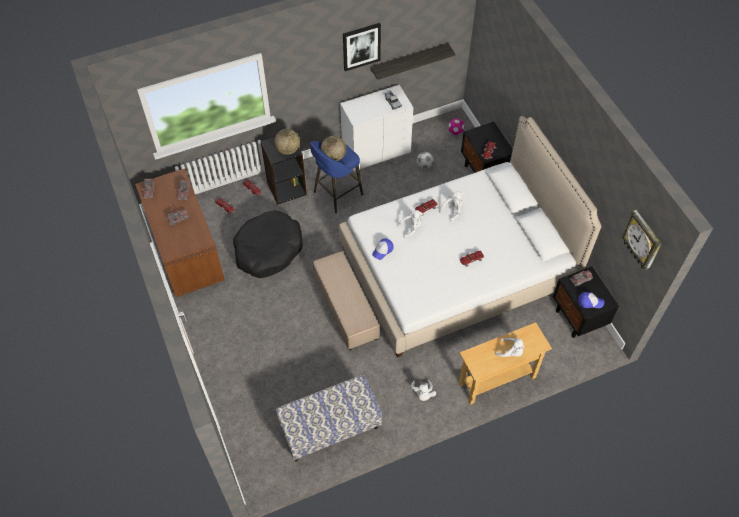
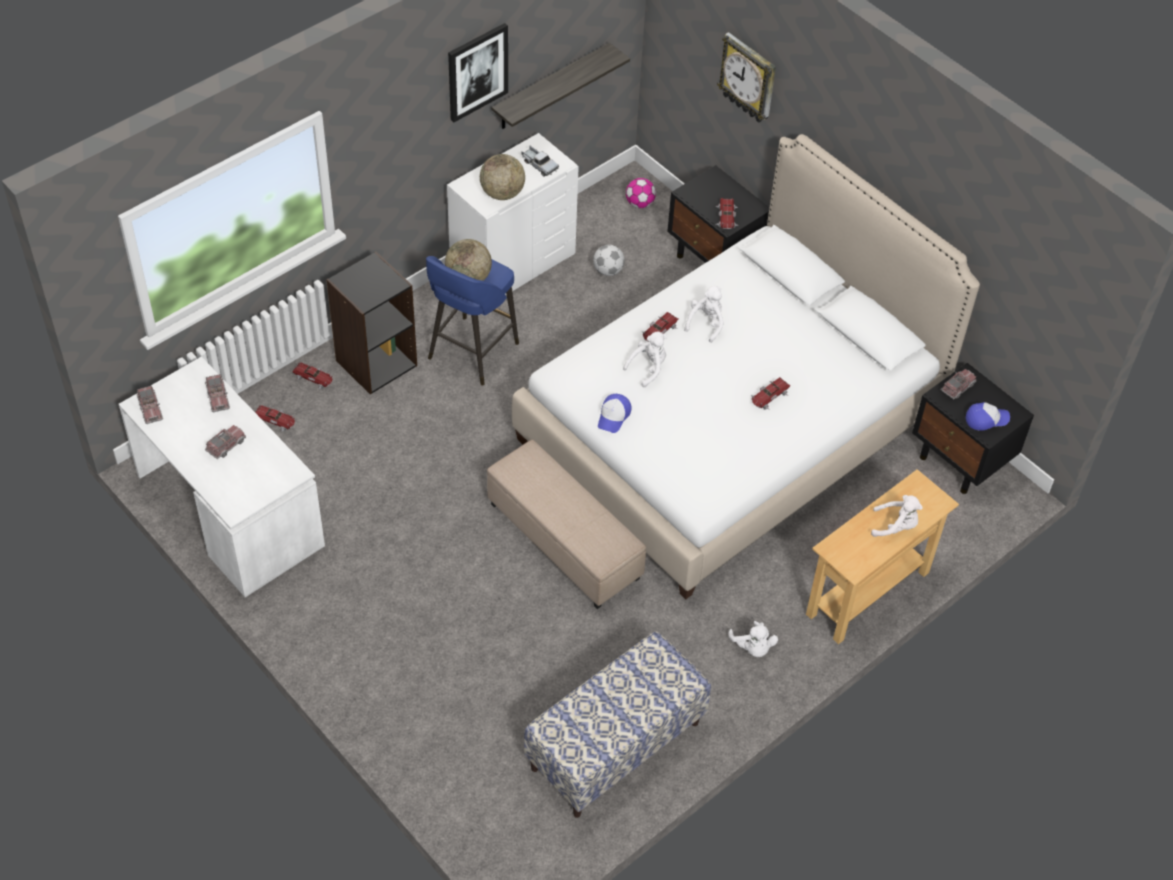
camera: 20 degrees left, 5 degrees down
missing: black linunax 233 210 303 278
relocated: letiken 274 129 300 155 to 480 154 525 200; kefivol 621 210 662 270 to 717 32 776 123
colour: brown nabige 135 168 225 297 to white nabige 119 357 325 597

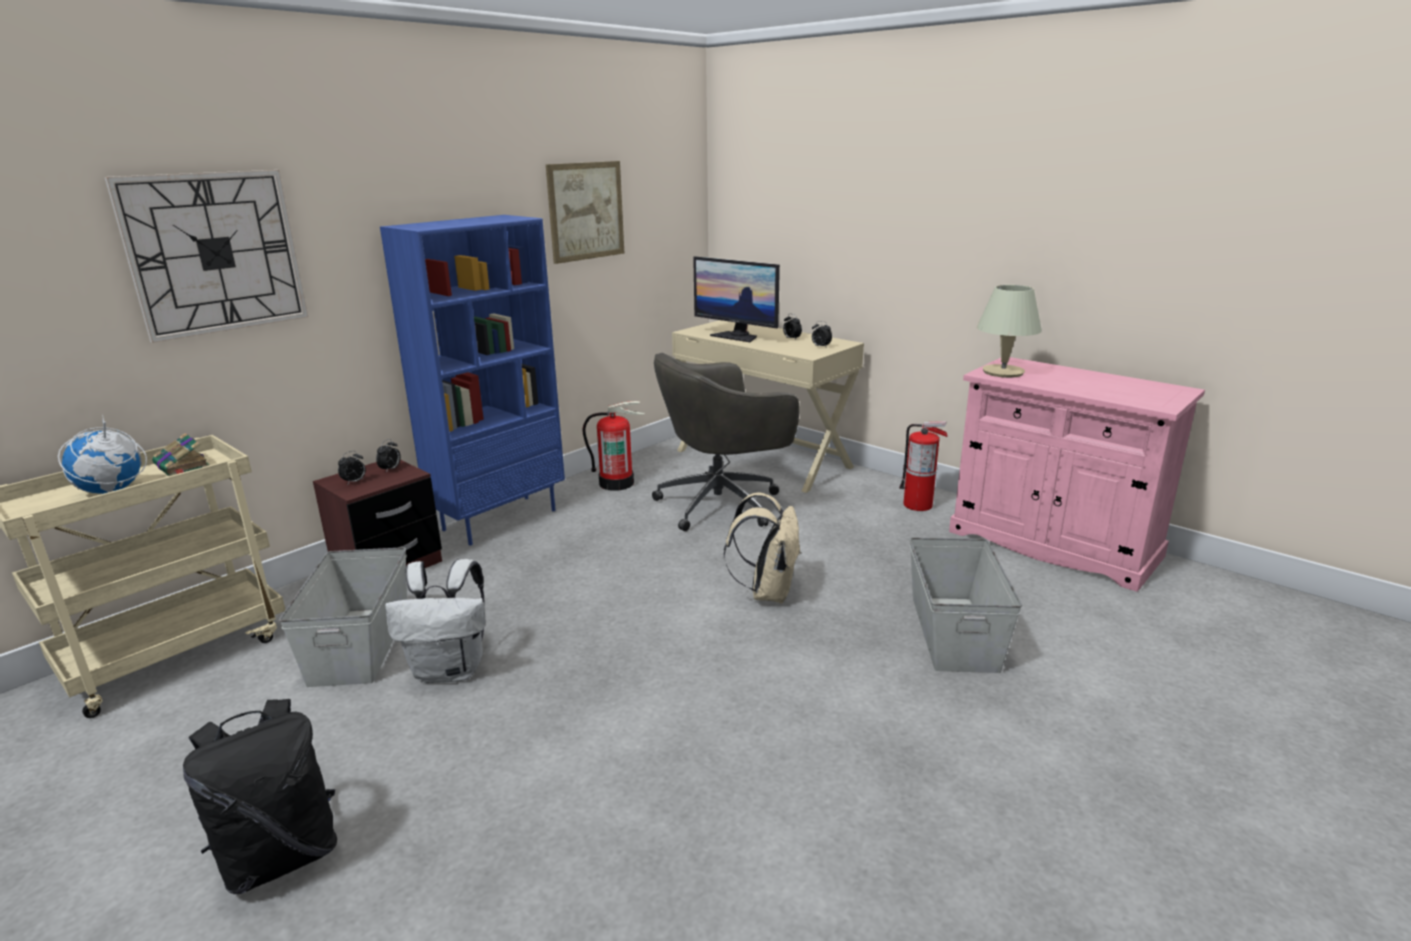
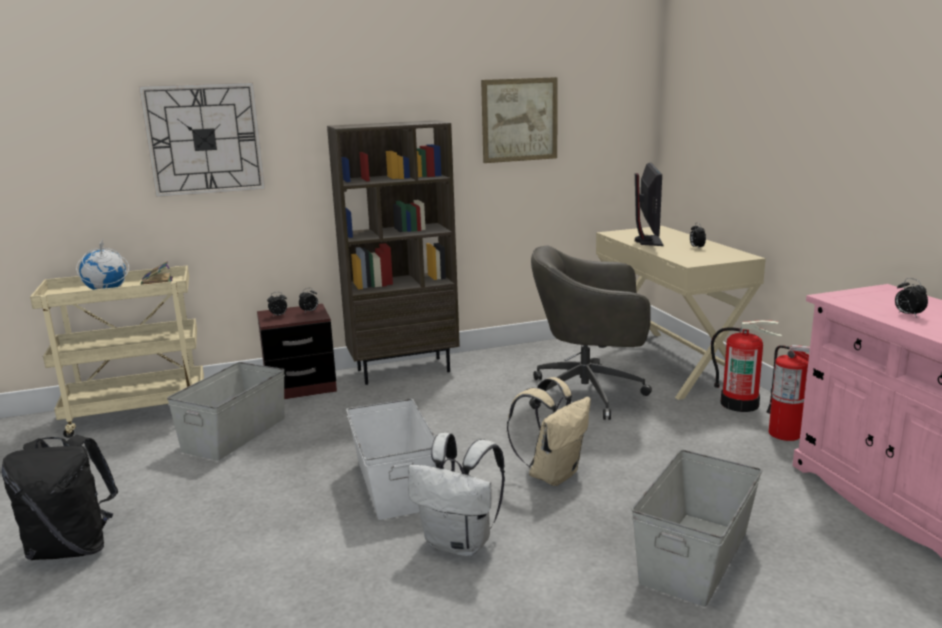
camera: 30 degrees right, 5 degrees down
missing: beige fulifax 977 285 1042 378
appeared: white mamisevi 346 399 436 520
relocated: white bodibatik 385 559 485 683 to 408 433 505 557; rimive 582 401 644 491 to 711 320 782 412; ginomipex 812 321 832 348 to 895 278 928 318
colour: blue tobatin 380 215 565 546 to brown tobatin 327 120 460 385
spun: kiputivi 693 256 780 342 = 635 162 664 246 150 degrees counterclockwise

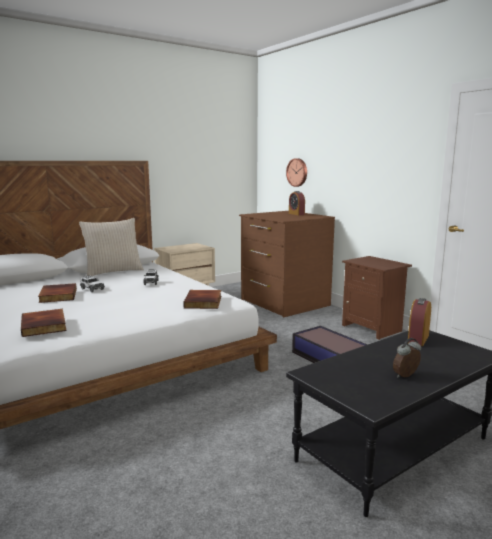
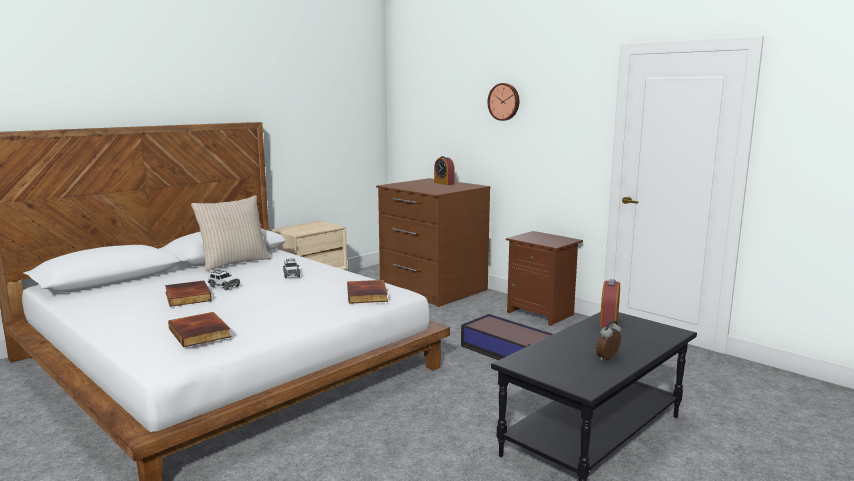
camera: 10 degrees left, 0 degrees up
relocated: kefivol 286 158 307 187 to 487 83 519 121

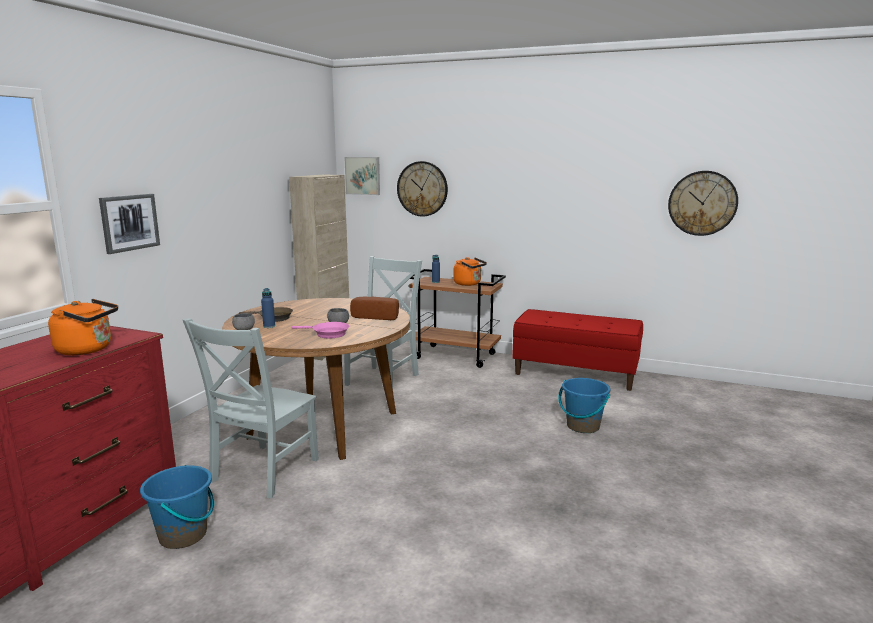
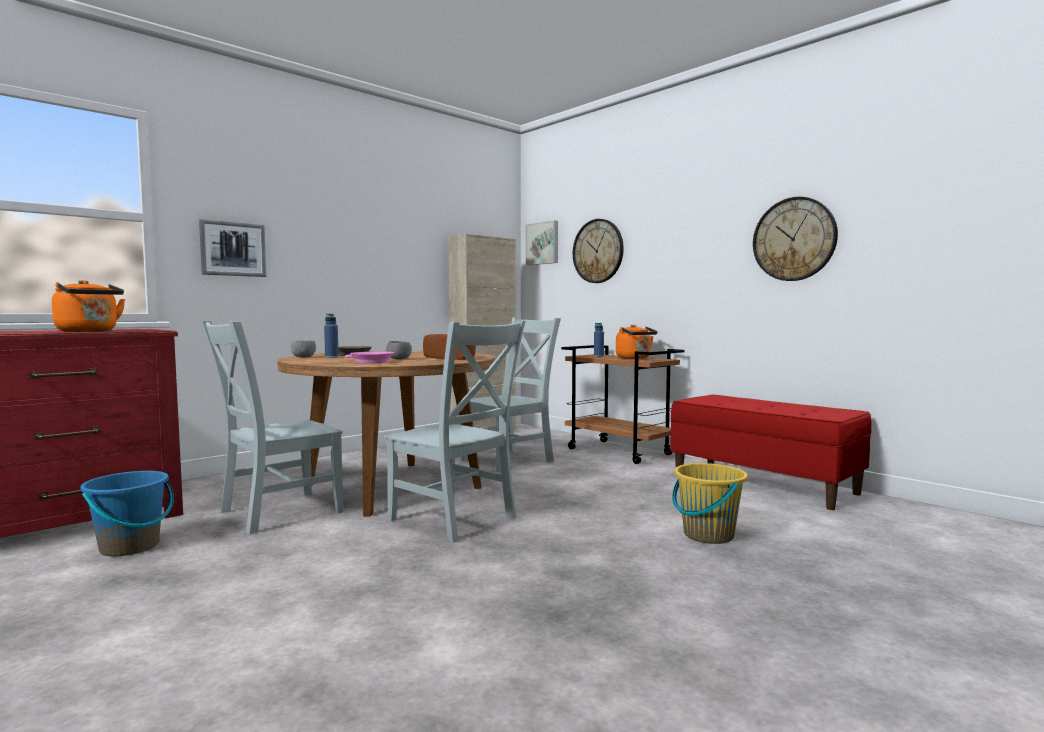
camera: 25 degrees right, 10 degrees down
appeared: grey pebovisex 384 321 525 543
relocated: kefivol 668 171 738 236 to 753 197 838 281
colour: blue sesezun 558 378 610 433 to yellow sesezun 672 463 748 544

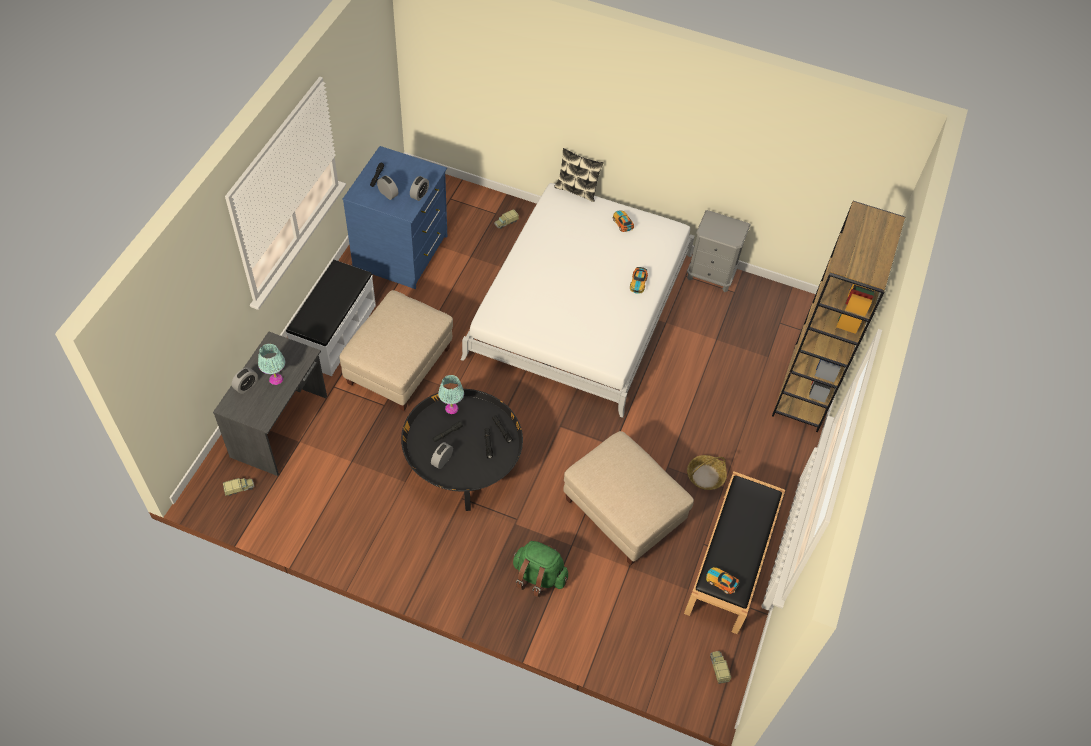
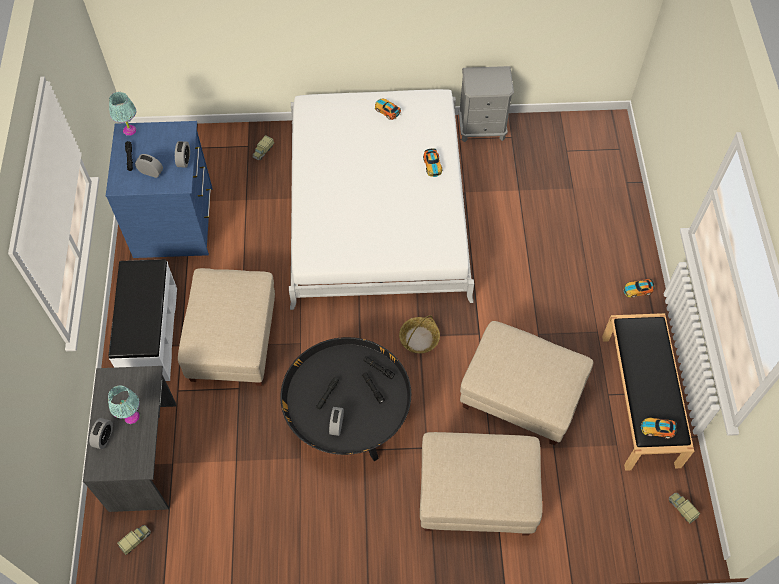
camera: 20 degrees left, 5 degrees up
missing: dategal 554 148 604 202; brown tobatin 772 201 905 432
appeared: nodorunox 624 279 655 298
relocated: turquoise fulifax 438 375 464 414 to 109 92 136 136; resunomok 687 455 727 490 to 399 315 440 353
exchanged: green bodibatik 513 541 568 597 to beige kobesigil 420 432 543 536

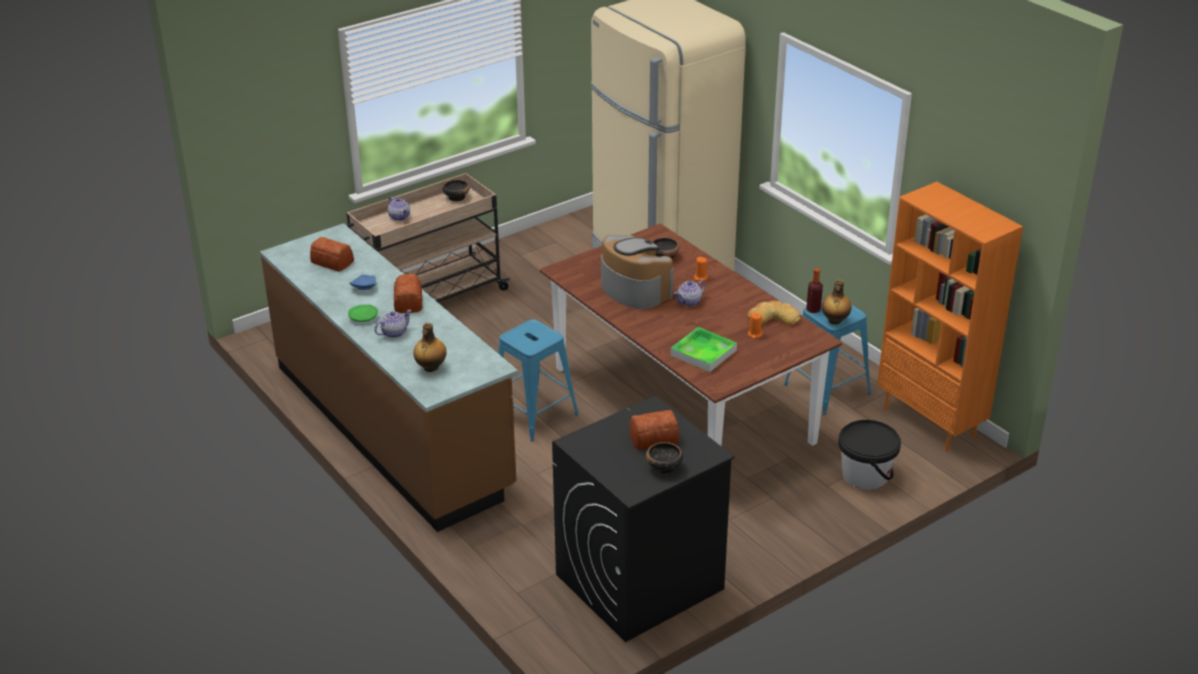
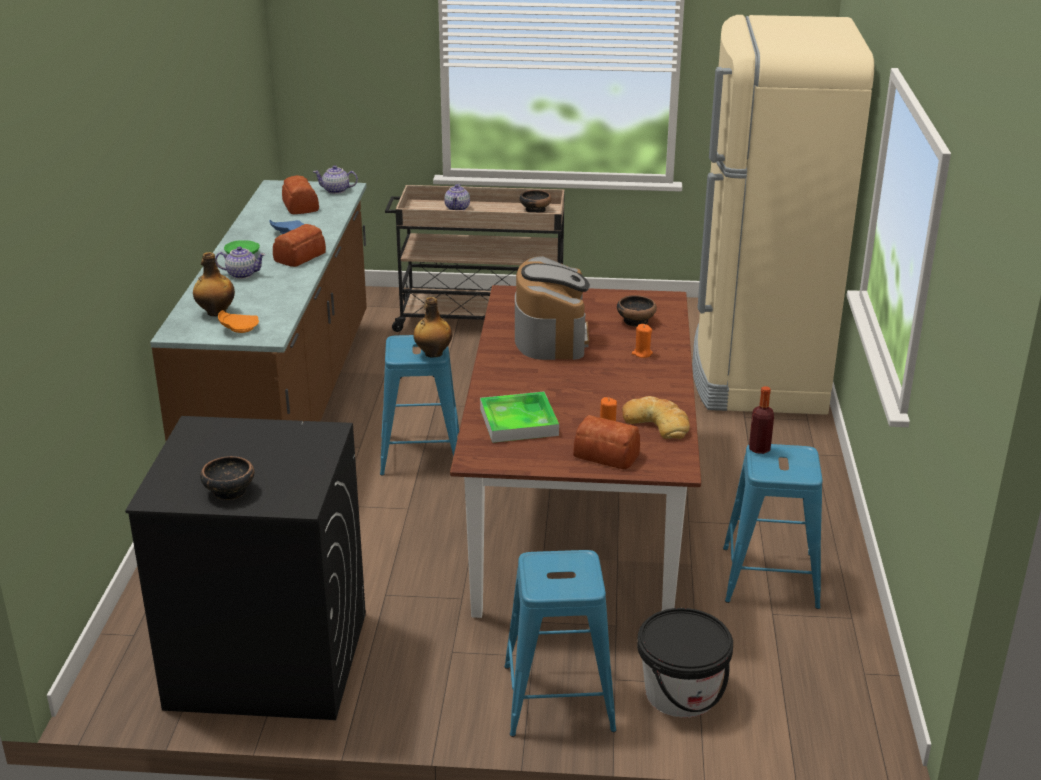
camera: 40 degrees right, 5 degrees down
missing: orange tobatin 877 182 1023 452
appeared: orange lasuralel 218 310 259 333; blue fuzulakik 504 550 616 737
relocated: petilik 629 410 679 450 to 573 415 640 469; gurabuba 674 280 706 307 to 313 165 358 194; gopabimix 822 280 852 325 to 413 297 453 357

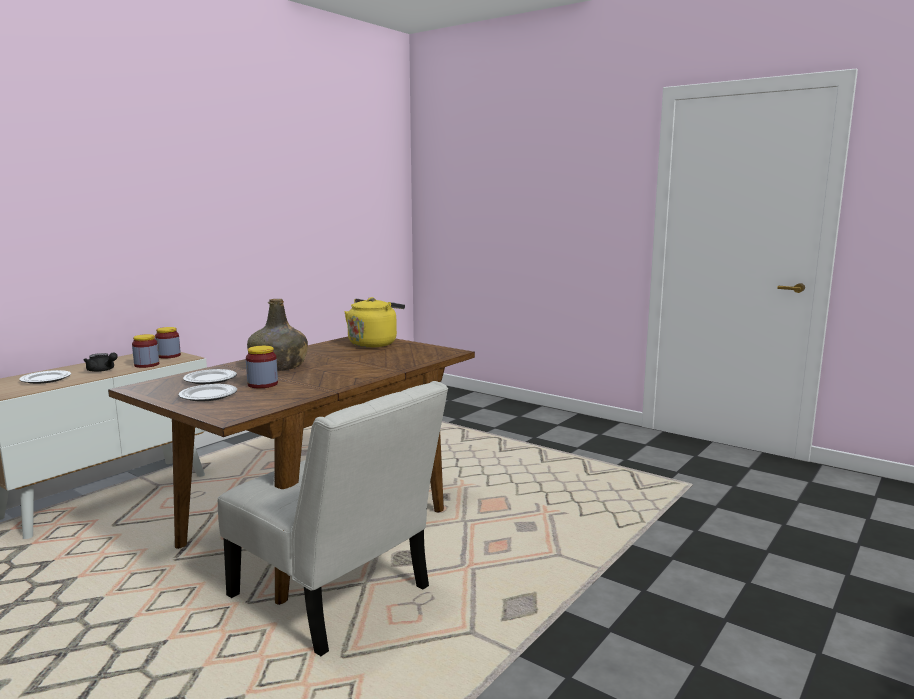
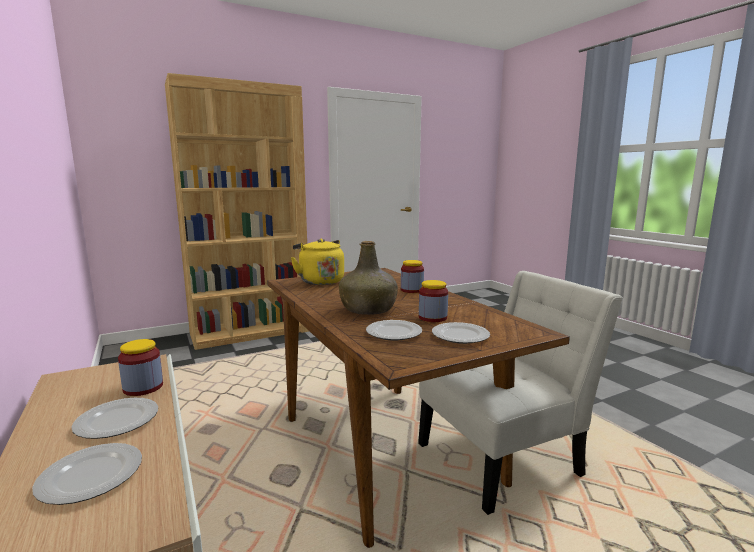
camera: 65 degrees left, 0 degrees up
appeared: brown tobatin 165 73 309 350
relocated: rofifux 155 327 181 358 to 401 260 424 293
exchanged: black gurabuba 84 352 118 372 to lasuralel 71 398 158 439

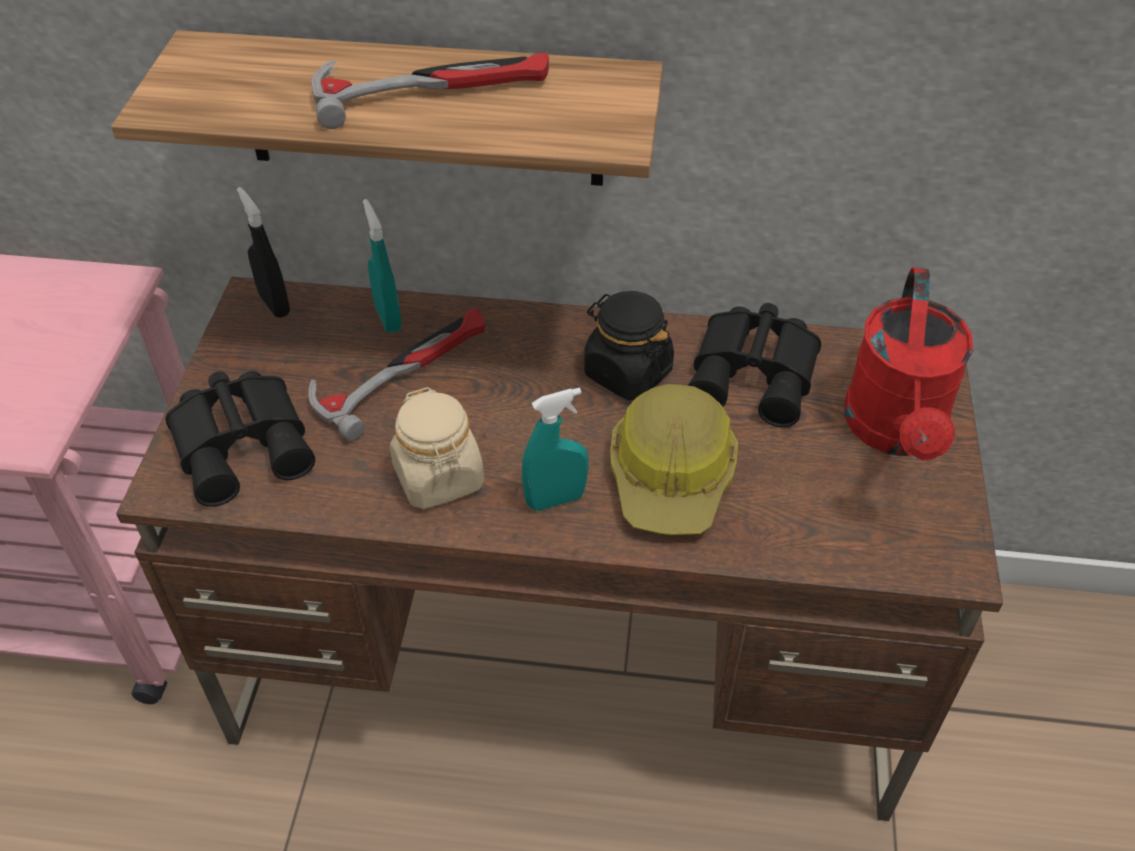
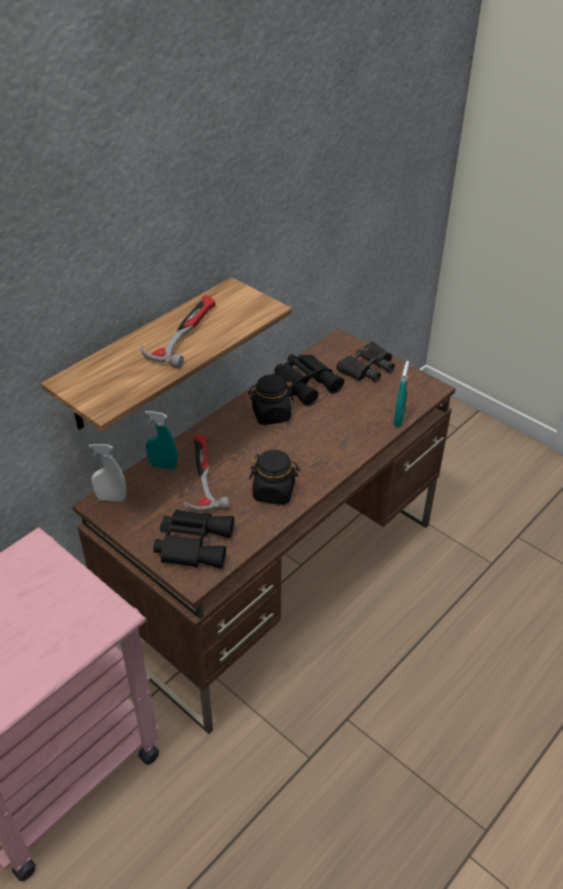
camera: 55 degrees left, 5 degrees down
missing: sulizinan 610 384 738 535
relocated: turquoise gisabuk 522 388 588 511 to 393 361 409 427
exchanged: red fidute 844 267 973 461 to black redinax 336 341 395 382
colour: black gisabuk 237 187 290 318 to white gisabuk 89 444 126 501; beige rofifux 390 387 484 509 to black rofifux 249 450 300 505

